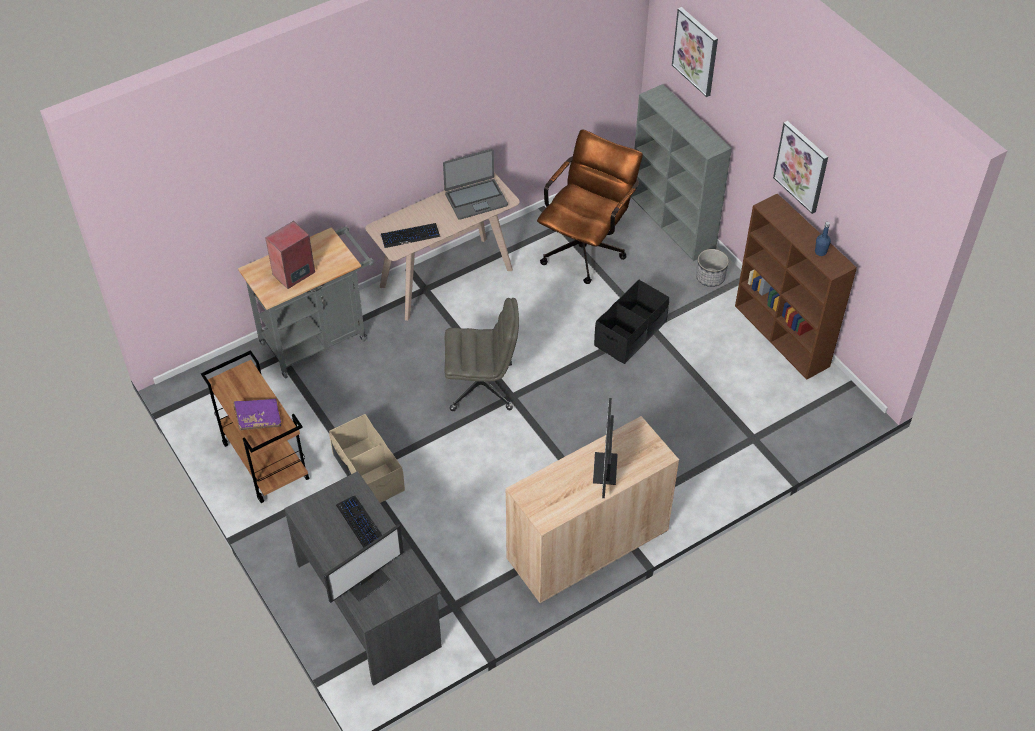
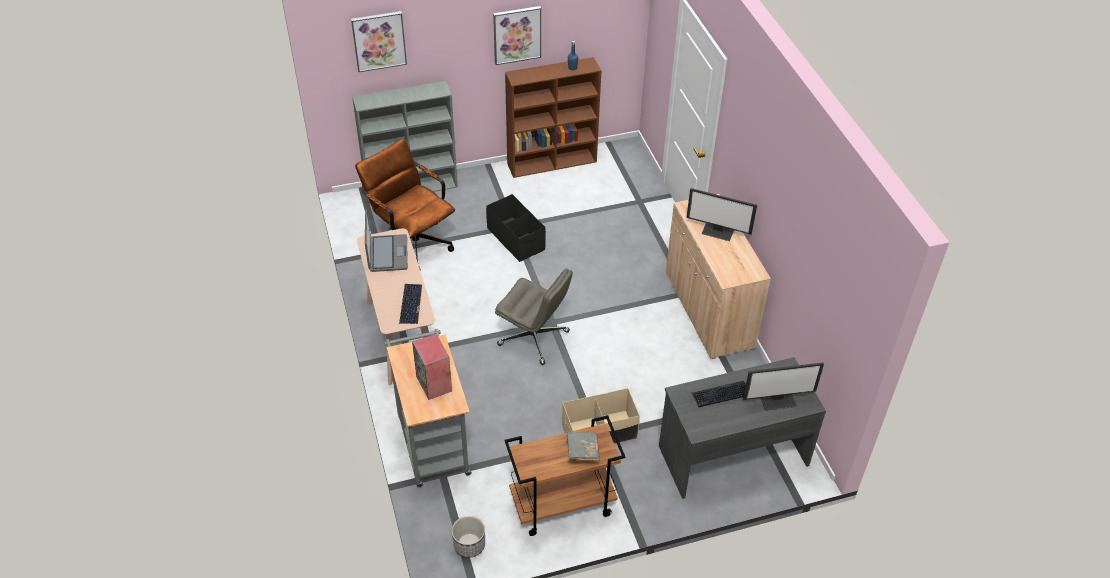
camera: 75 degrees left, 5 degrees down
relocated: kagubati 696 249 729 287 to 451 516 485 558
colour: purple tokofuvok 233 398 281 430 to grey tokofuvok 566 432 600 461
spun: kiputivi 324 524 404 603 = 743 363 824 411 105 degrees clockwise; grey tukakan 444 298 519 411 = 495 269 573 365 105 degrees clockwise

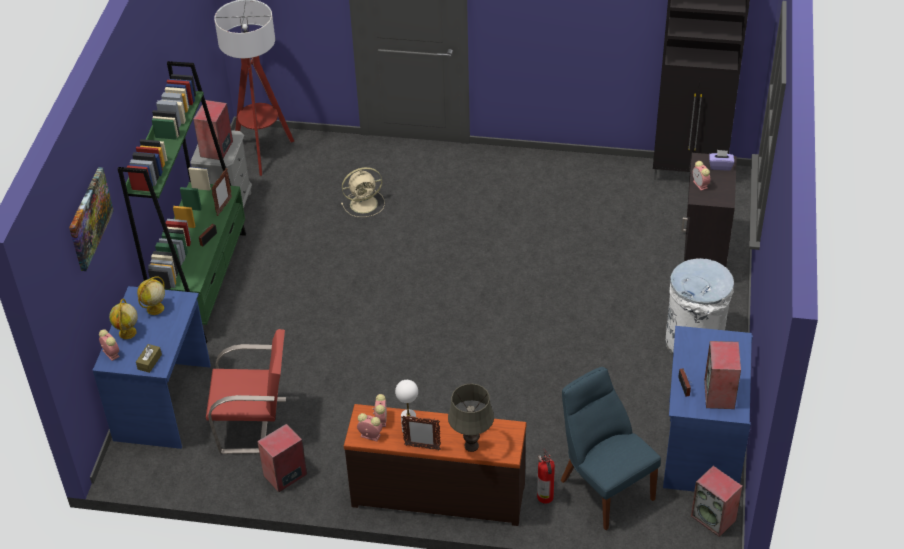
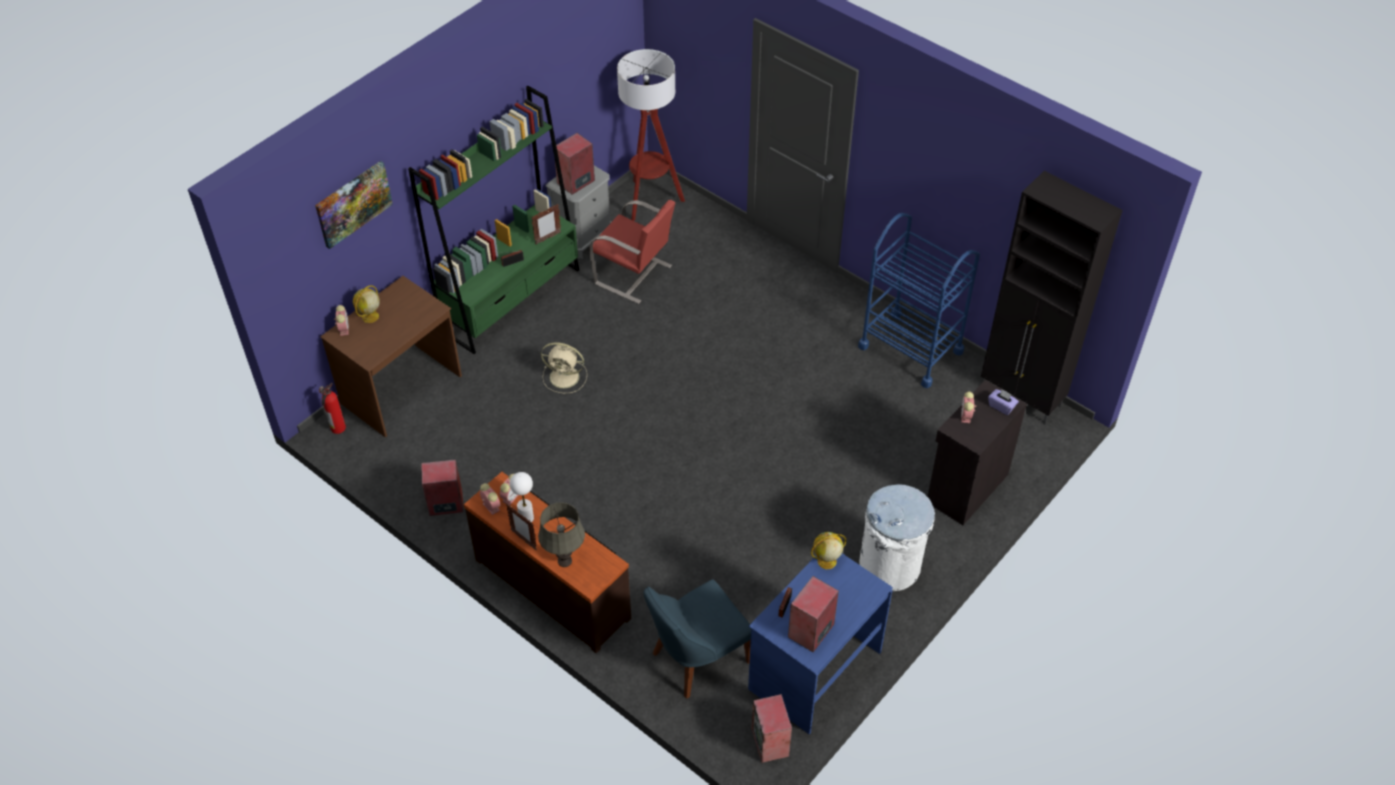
camera: 30 degrees right, 5 degrees up
missing: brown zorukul 136 344 162 373
appeared: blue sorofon 858 213 980 388
relocated: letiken 137 276 165 315 to 811 532 846 569; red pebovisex 206 329 286 454 to 589 200 676 304; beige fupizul 341 167 385 217 to 541 342 587 393; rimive 537 448 555 504 to 319 383 346 434
colour: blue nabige 93 286 211 449 to brown nabige 320 276 462 437
spun: blue pebovisex 561 367 661 530 = 644 579 751 699 120 degrees counterclockwise

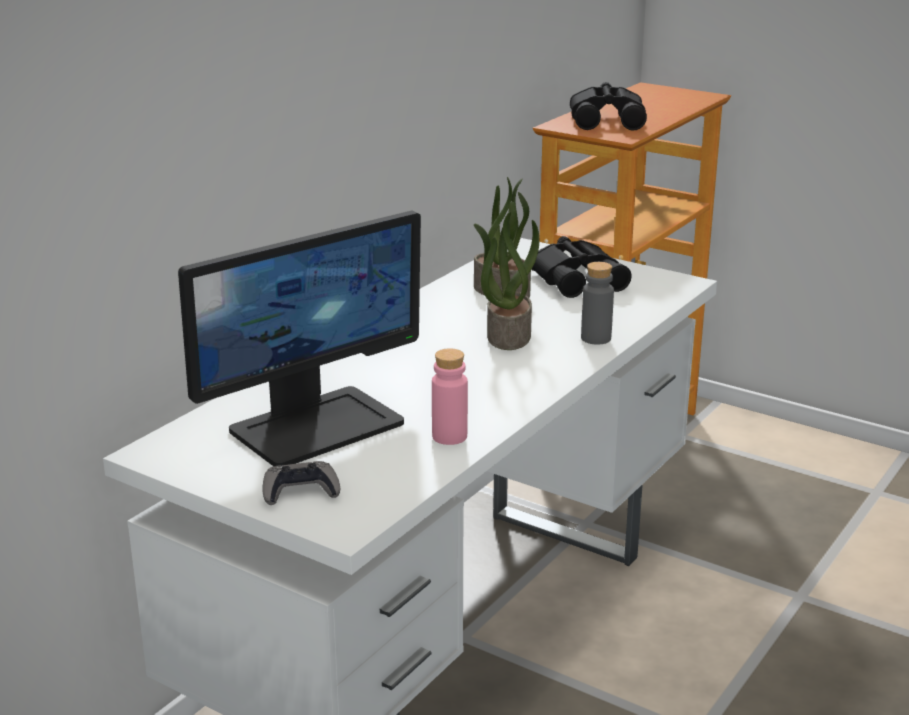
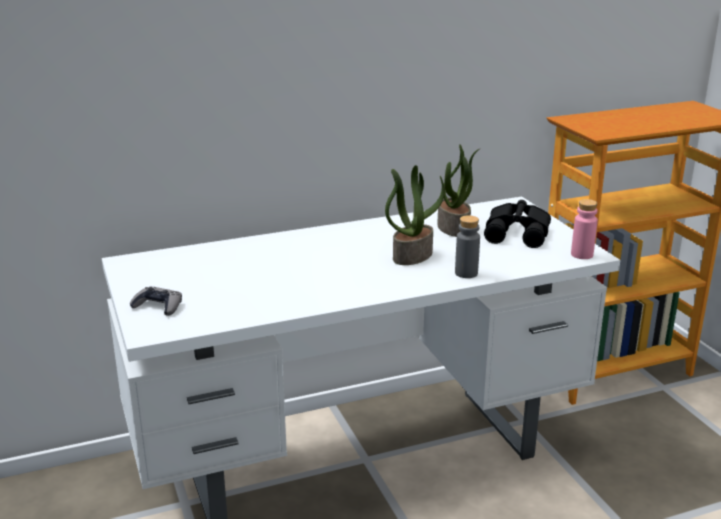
camera: 35 degrees right, 0 degrees up
missing: kiputivi 178 211 421 466; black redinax 570 82 647 130
relocated: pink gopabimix 432 348 468 445 to 571 199 598 259

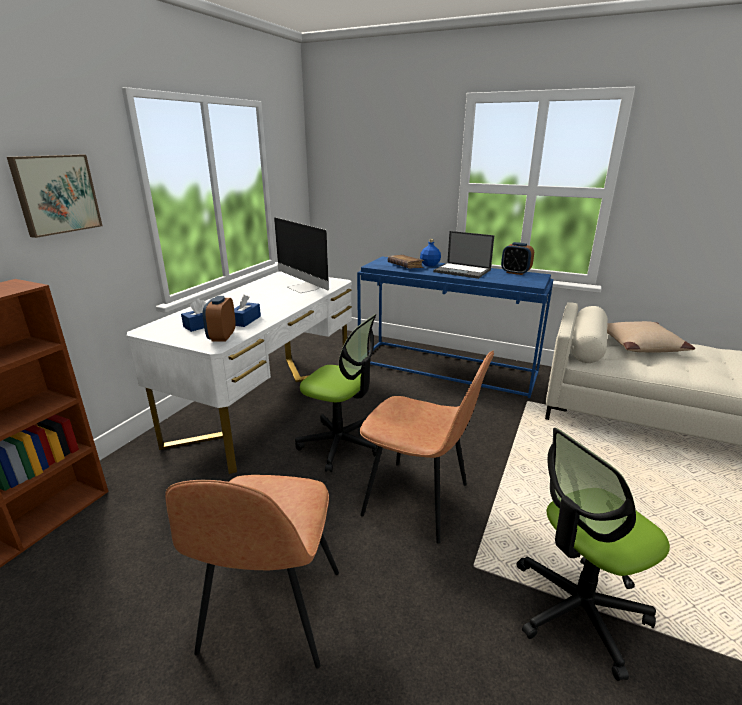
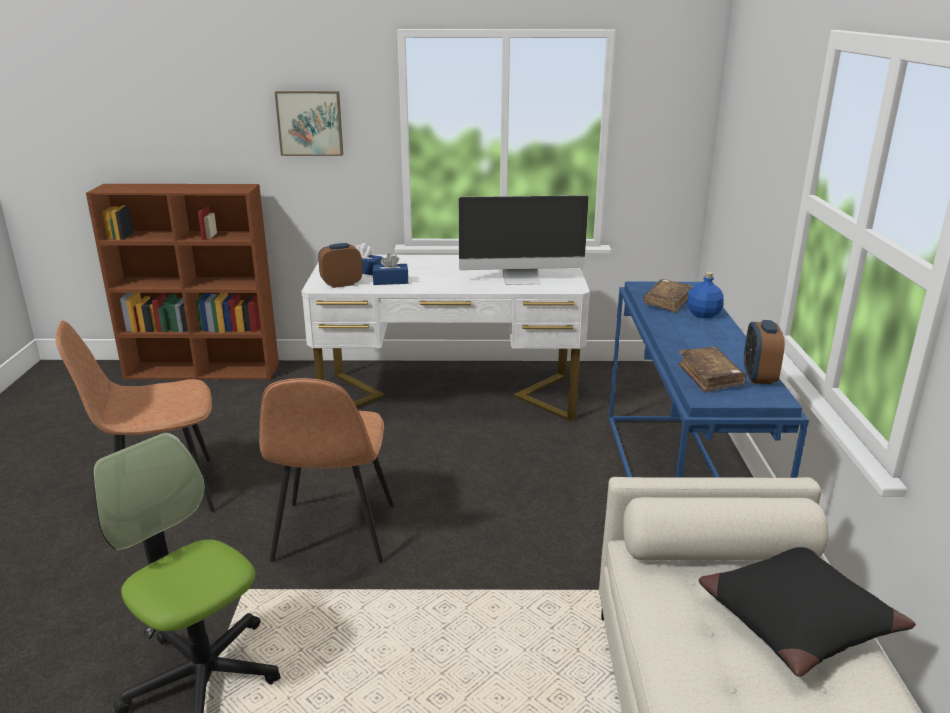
camera: 65 degrees right, 0 degrees up
missing: tukakan 295 314 377 472; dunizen 433 231 494 279
appeared: brown tokofuvok 678 347 746 393
colour: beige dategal 607 321 695 352 to black dategal 699 547 916 677
spun: kiputivi 274 217 329 293 = 459 195 589 285 120 degrees counterclockwise

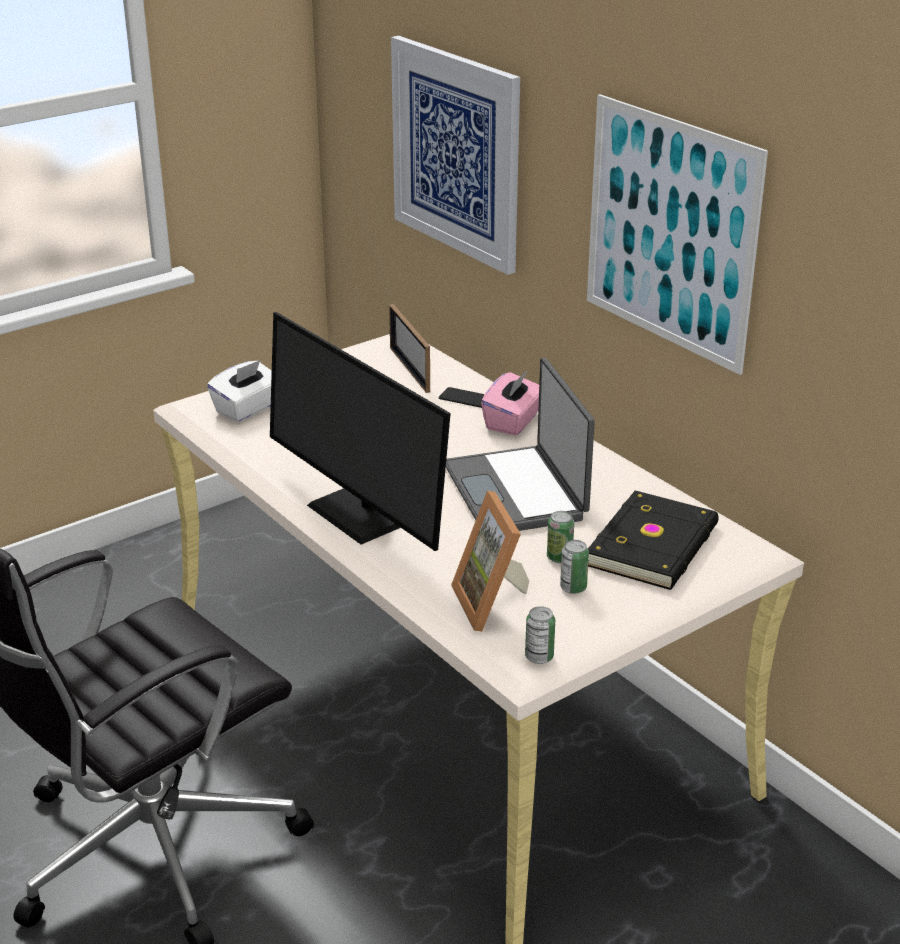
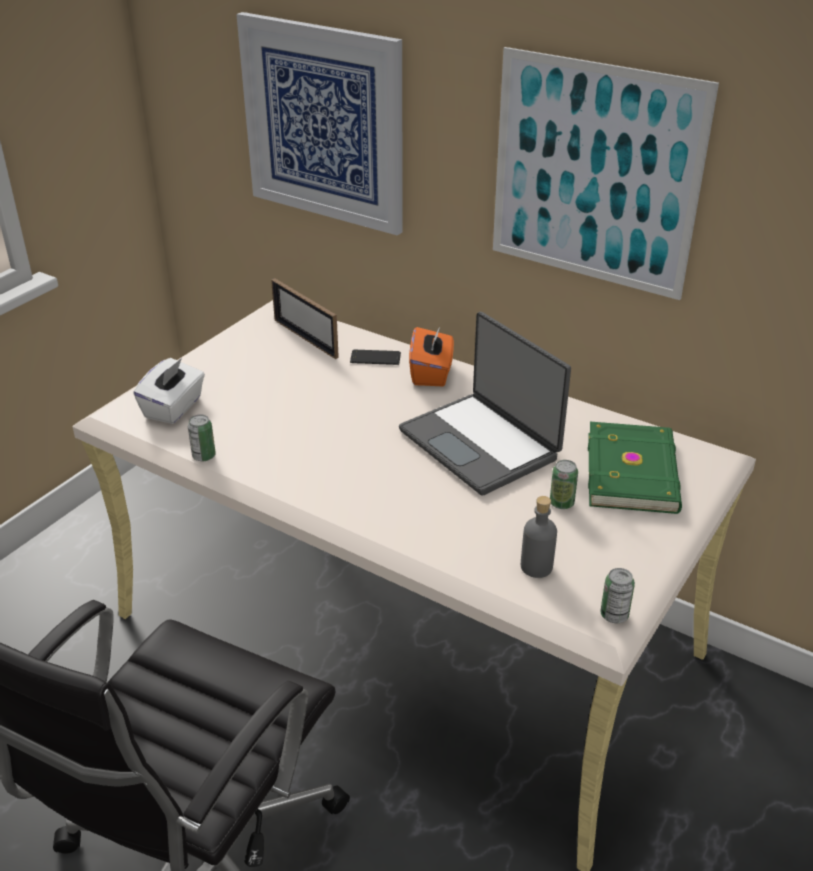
camera: 20 degrees left, 5 degrees up
missing: kiputivi 270 312 451 551
relocated: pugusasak 560 540 589 594 to 188 414 216 461
exchanged: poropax 451 491 529 631 to grey gopabimix 521 496 557 578
colour: pink zorukul 481 370 539 435 to orange zorukul 409 324 454 386; black tokofuvok 588 490 719 590 to green tokofuvok 588 422 682 514

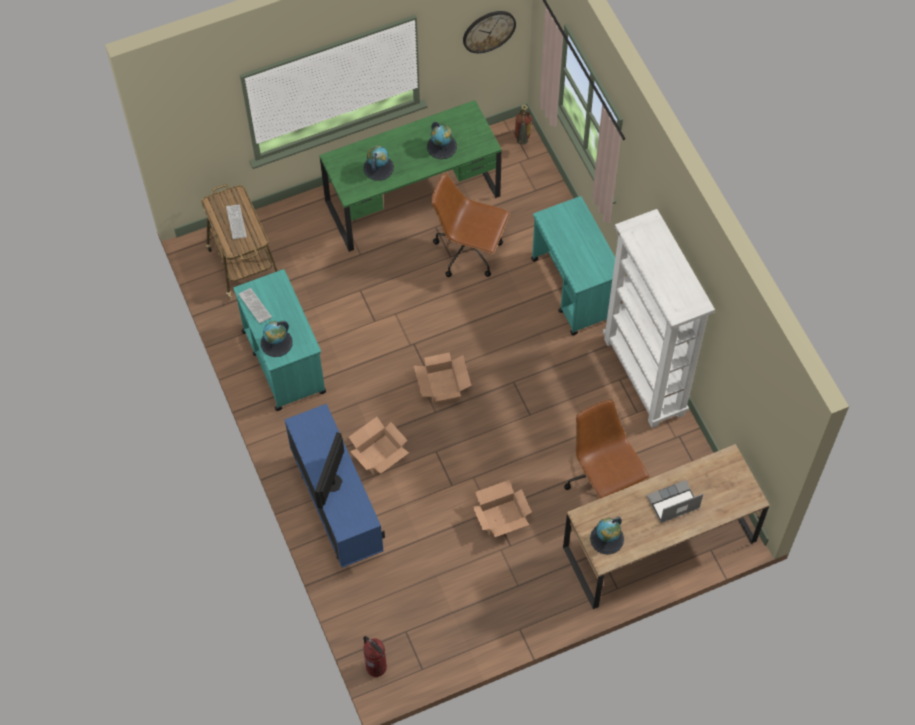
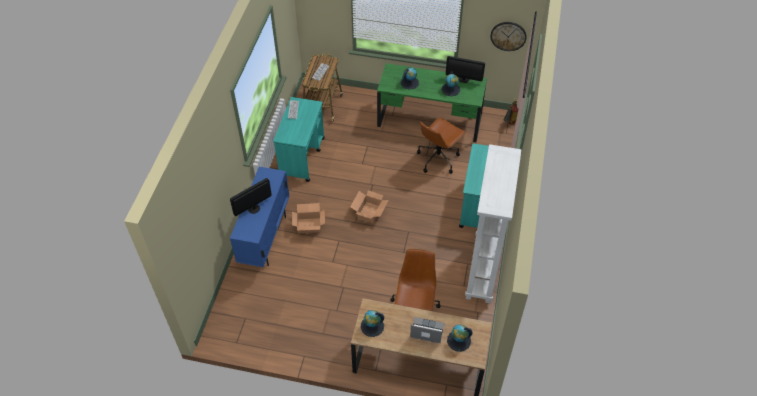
camera: 35 degrees right, 10 degrees down
missing: rimive 363 636 387 677; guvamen 473 480 532 537
appeared: kiputivi 446 56 485 83
relocated: letiken 261 321 293 357 to 447 324 472 352
spun: brown tukakan 431 173 510 277 = 417 117 466 174 105 degrees counterclockwise

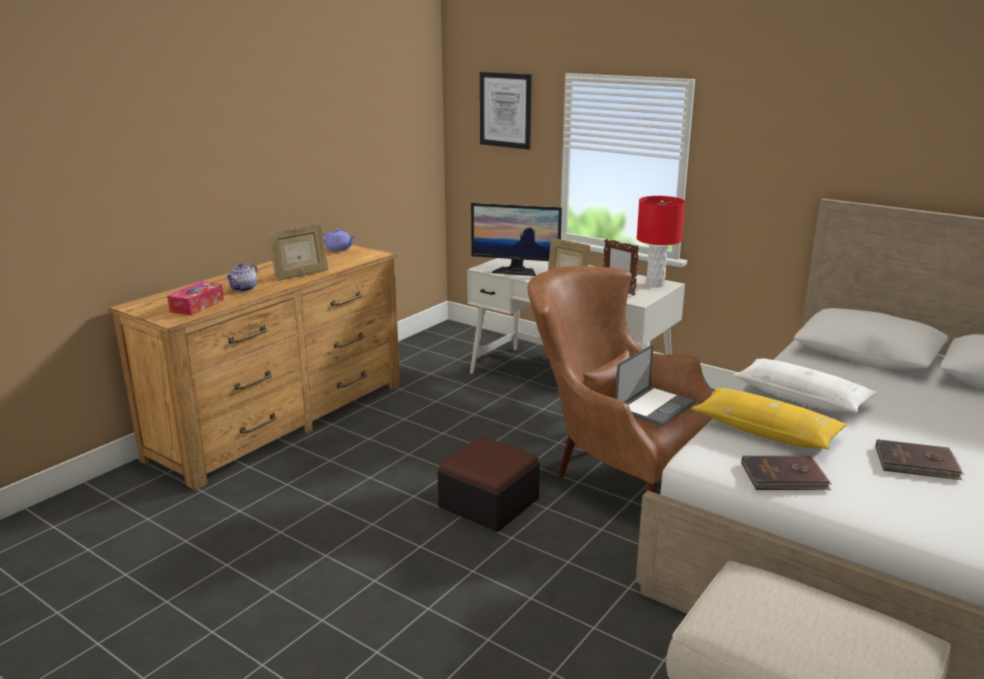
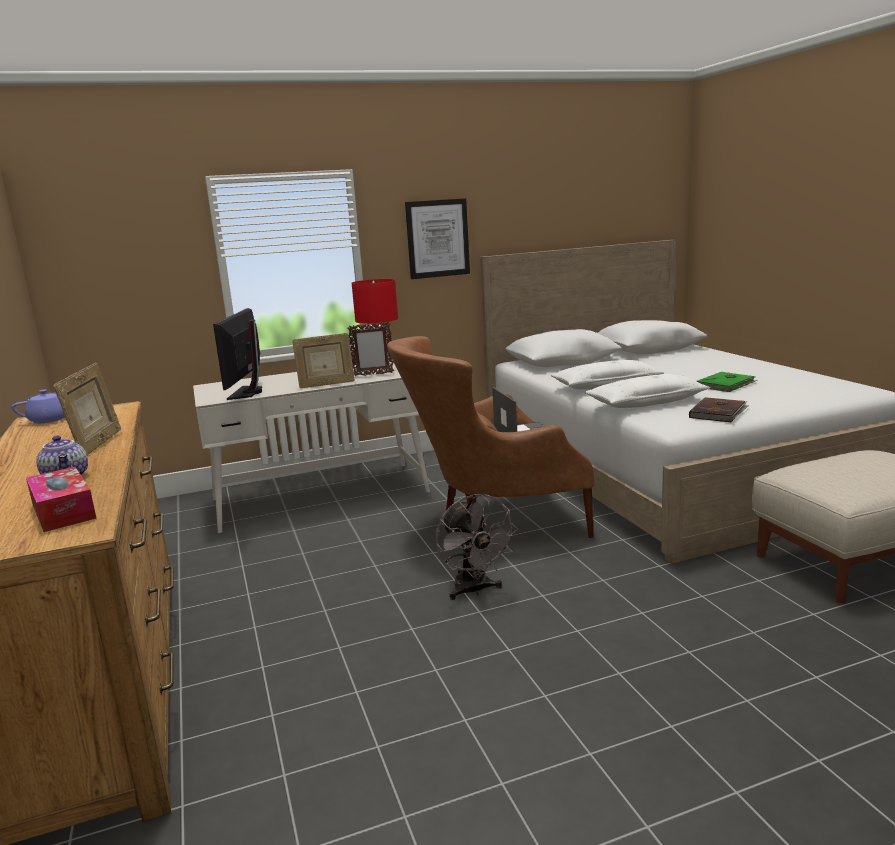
camera: 55 degrees left, 5 degrees down
relocated: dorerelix 480 72 532 150 to 405 198 470 279
exchanged: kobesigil 438 437 540 532 to grey fupizul 435 494 518 600
colour: yellow dategal 691 388 847 449 to white dategal 585 374 710 408; brown tokofuvok 876 439 964 480 to green tokofuvok 697 372 757 392
spun: kiputivi 471 203 562 276 = 213 308 262 400 135 degrees clockwise

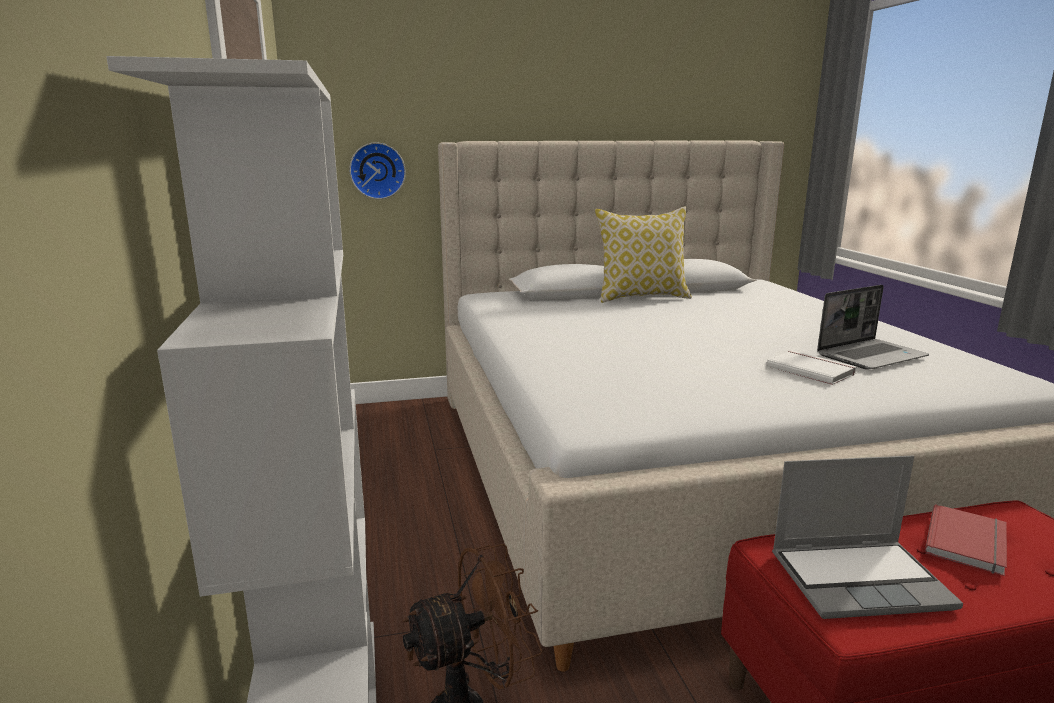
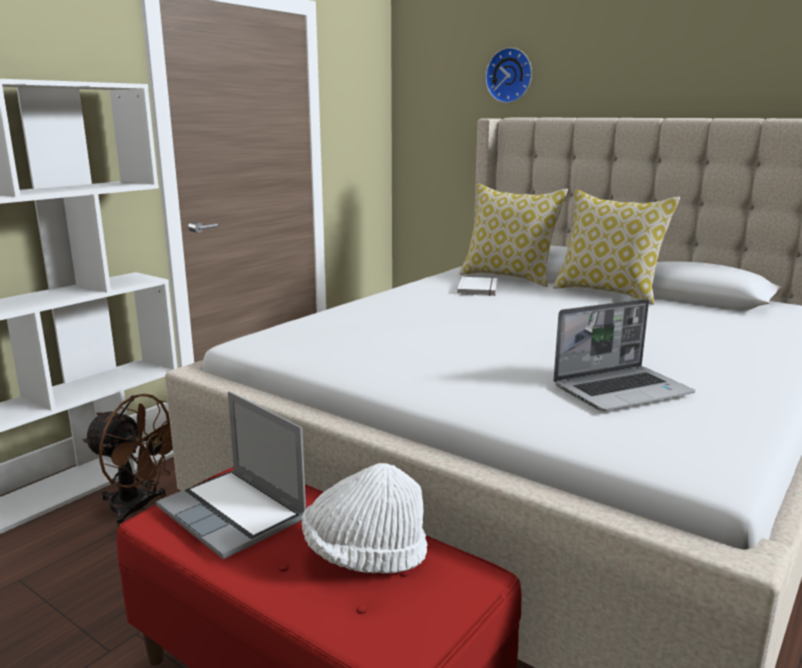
camera: 50 degrees right, 0 degrees up
appeared: dategal 460 184 568 287
relocated: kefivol 349 142 406 199 to 485 47 532 103; white tokofuvok 766 351 857 385 to 457 277 497 296
exchanged: red tokofuvok 925 504 1007 576 to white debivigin 302 463 428 574
spun: dunizen 817 285 929 370 = 553 299 695 411 45 degrees counterclockwise

